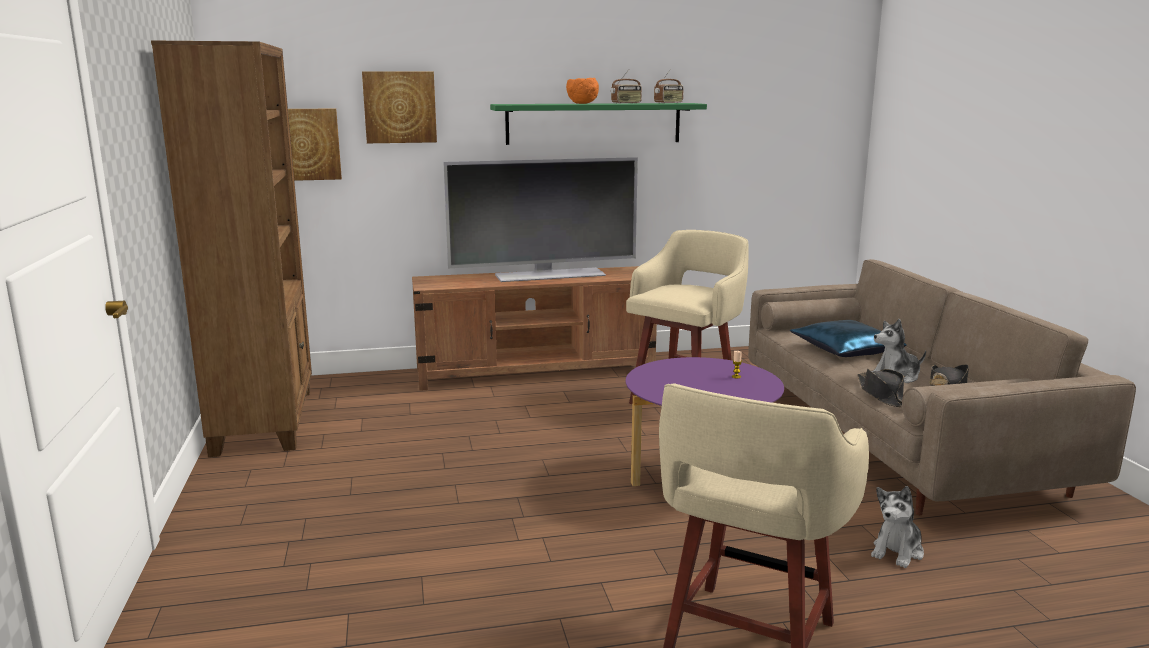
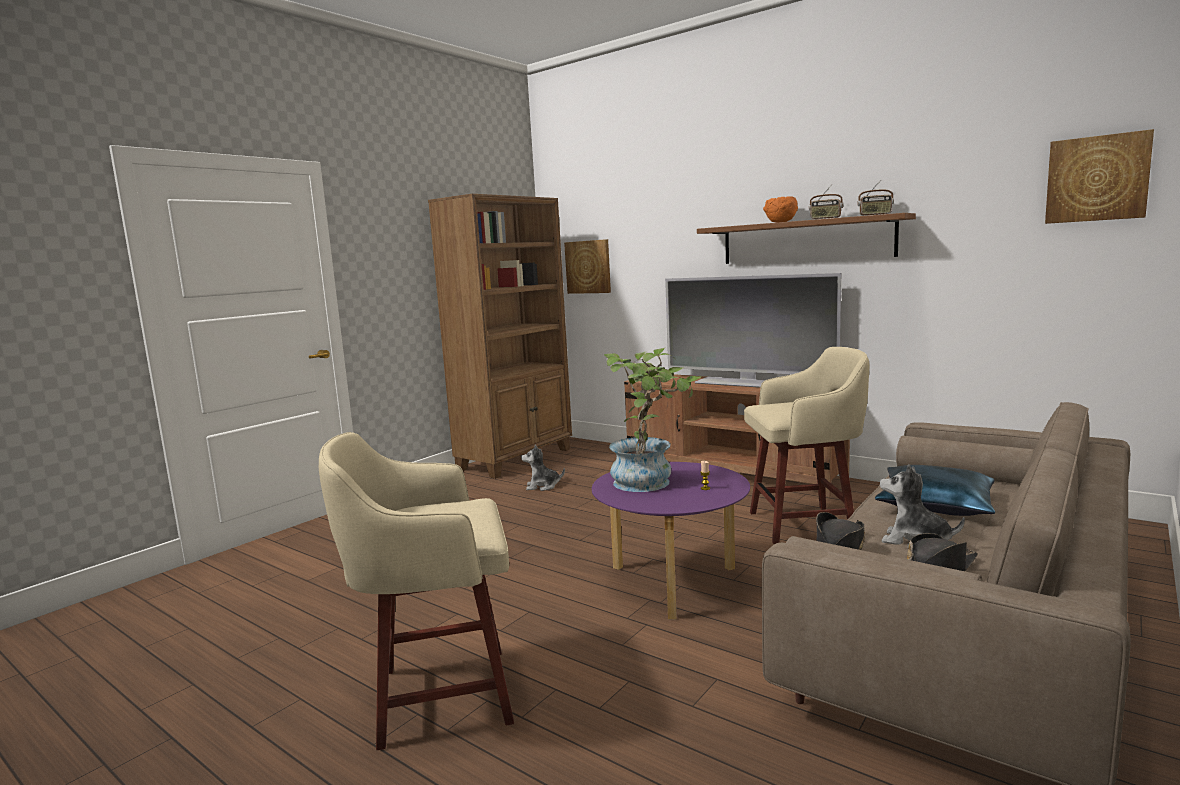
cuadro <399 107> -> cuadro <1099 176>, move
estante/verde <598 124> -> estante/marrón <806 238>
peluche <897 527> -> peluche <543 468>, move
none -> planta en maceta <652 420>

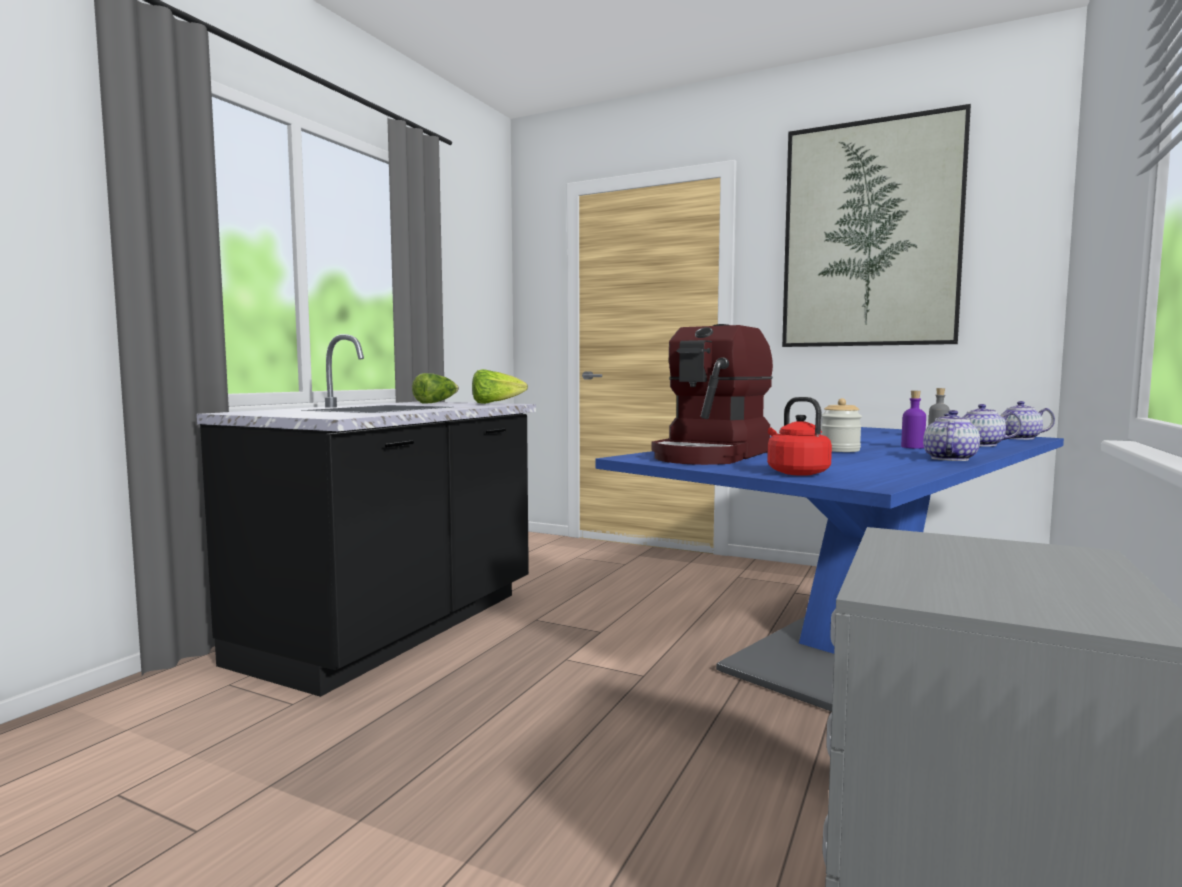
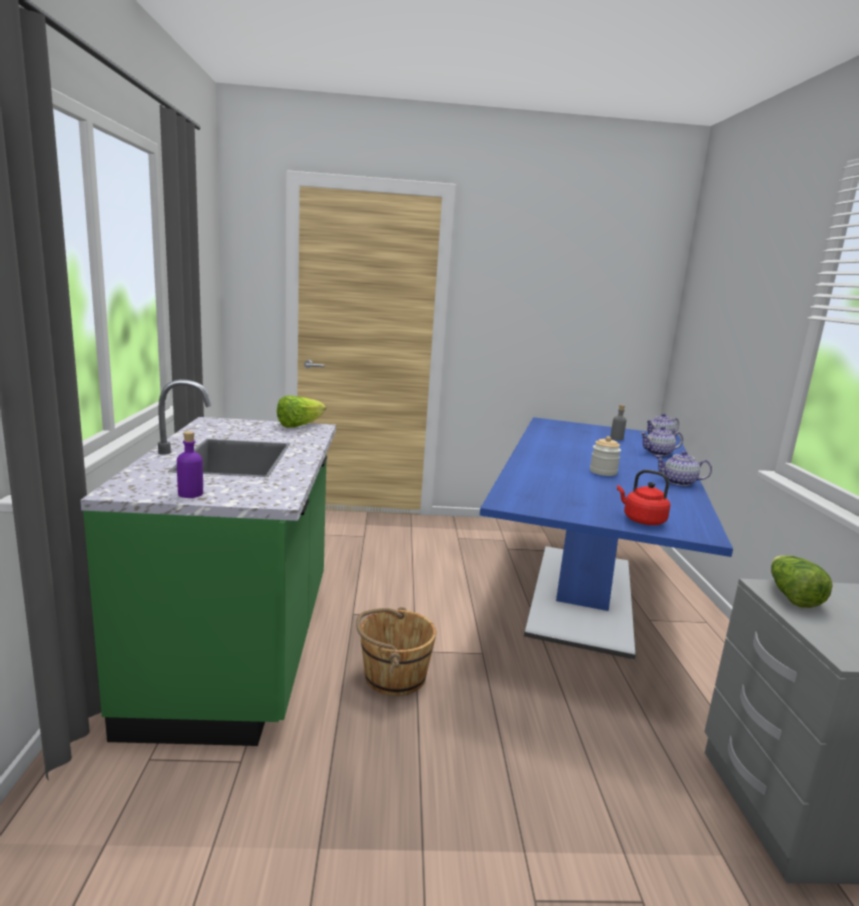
mueble bajo de cocina/negro <366 515> -> mueble bajo de cocina/verde <208 562>
lechuga <435 388> -> lechuga <802 581>, move
cafetera <712 394> -> none
cuadro <876 225> -> none
botella/morado <913 420> -> botella/morado <190 464>, move
tetera <951 435> -> tetera <683 468>, 75 degrees counterclockwise
none -> cubo/marrón <396 651>

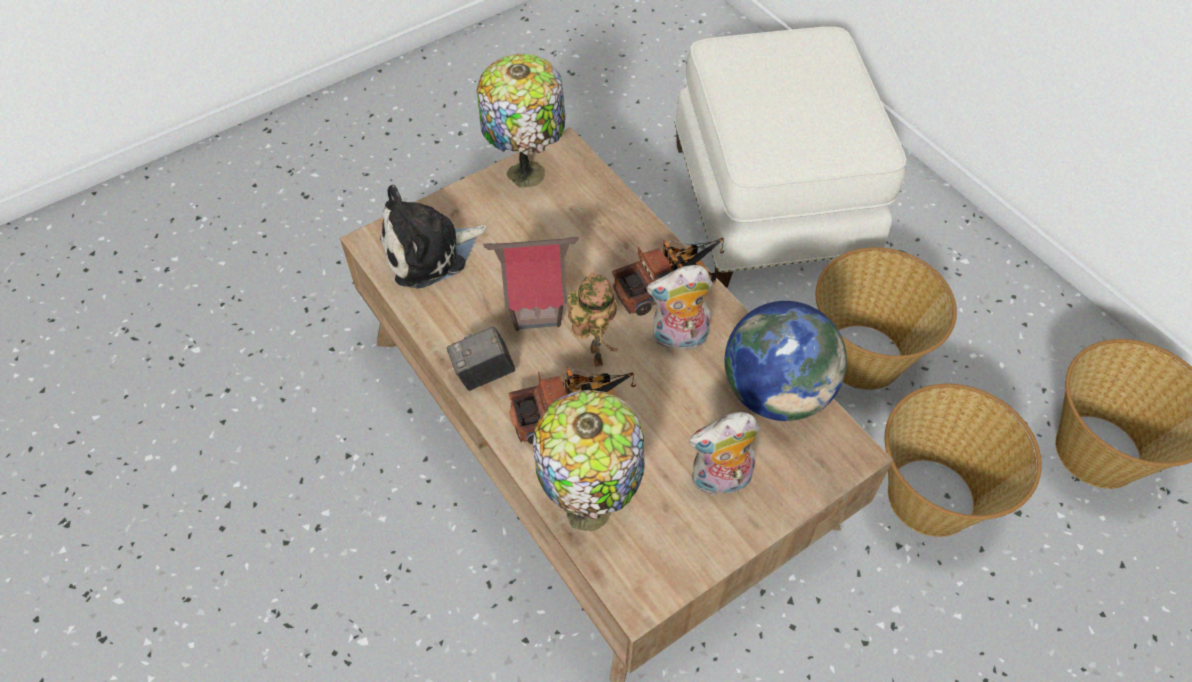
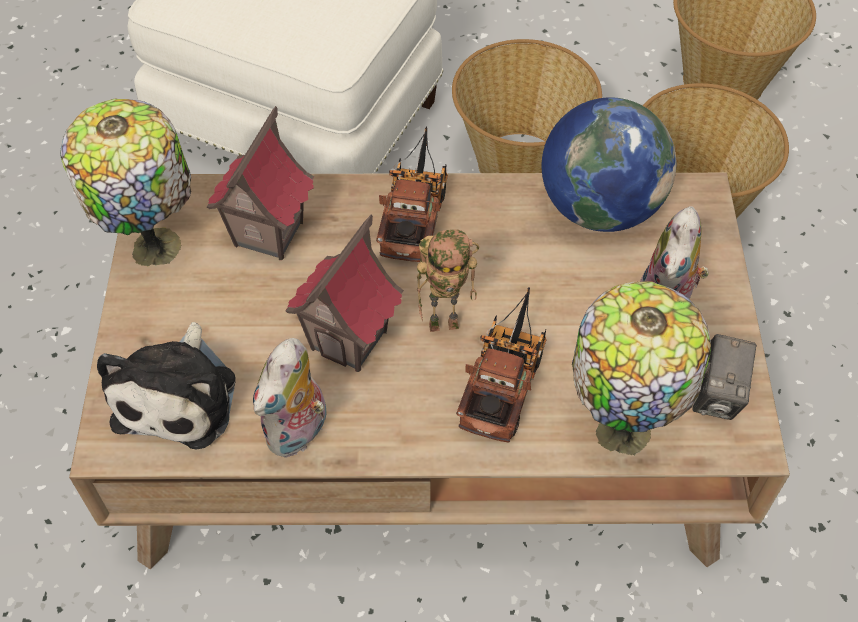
cámara <481 358> -> cámara <724 377>, move
robot de juguete <592 319> -> robot de juguete <448 280>, 150 degrees clockwise
peluche <680 307> -> peluche <292 398>, move
none -> casita <260 183>

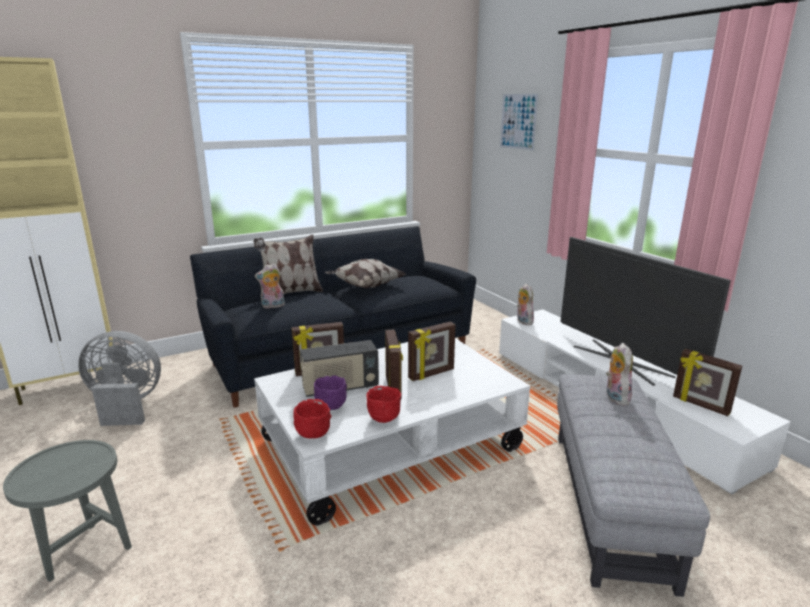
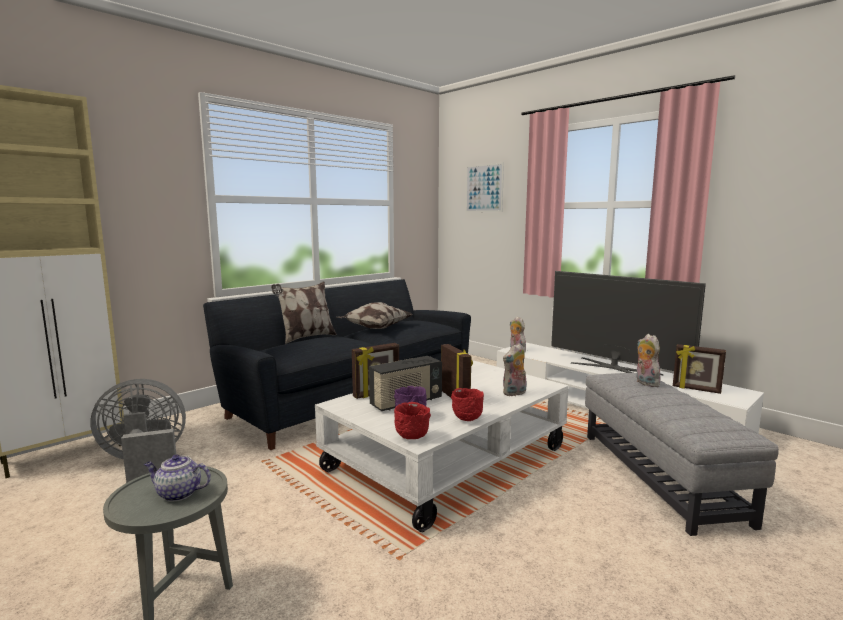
peluche <270 286> -> peluche <515 369>, move
portarretratos <431 351> -> none
none -> tetera <177 478>

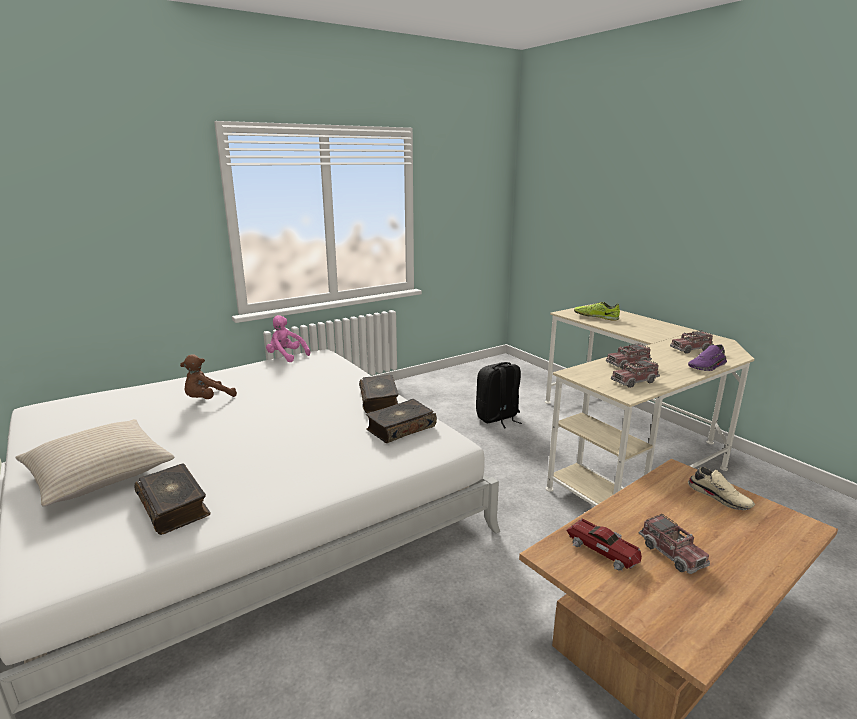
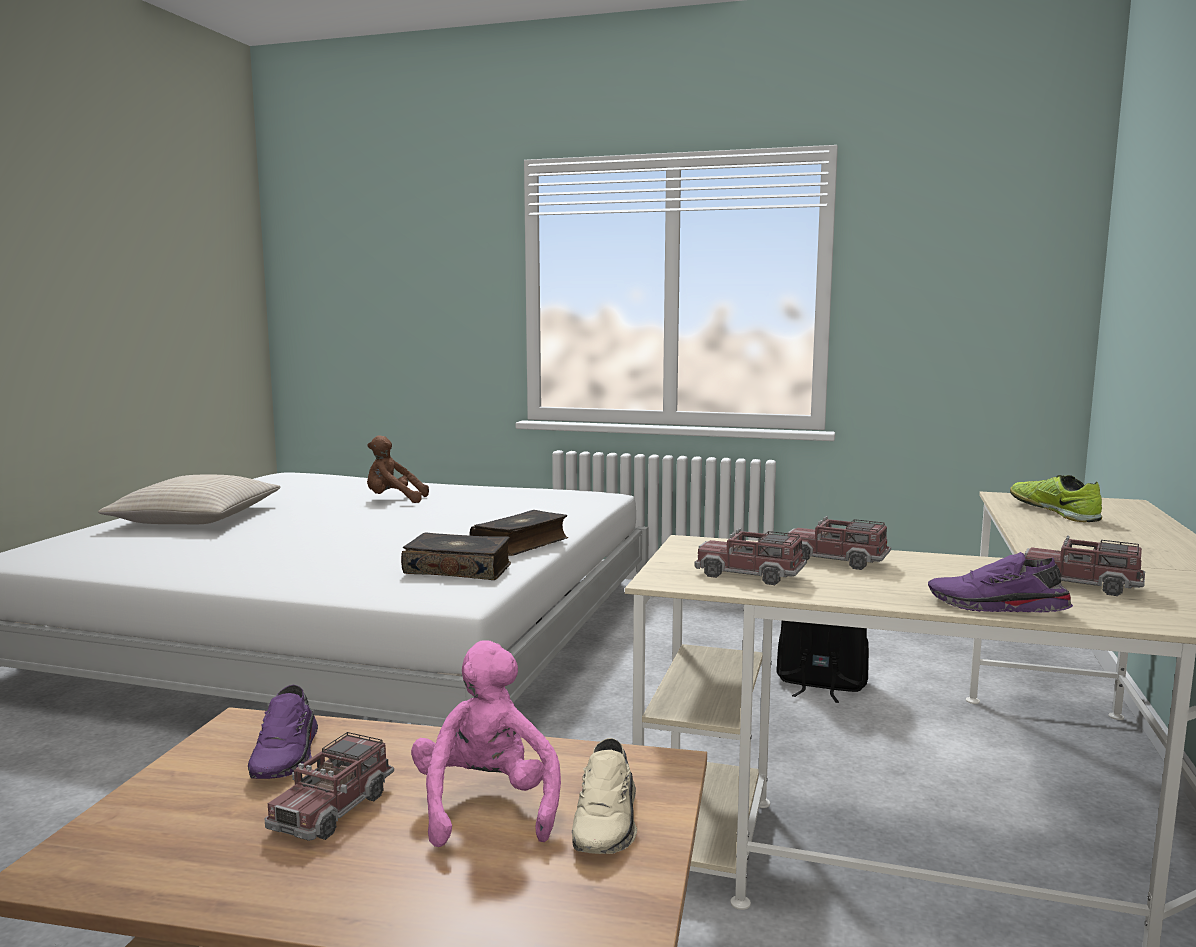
libro <172 499> -> none
peluche/rosa <288 338> -> peluche/rosa <486 743>, move
coche de juguete <604 544> -> zapato/morado <283 732>

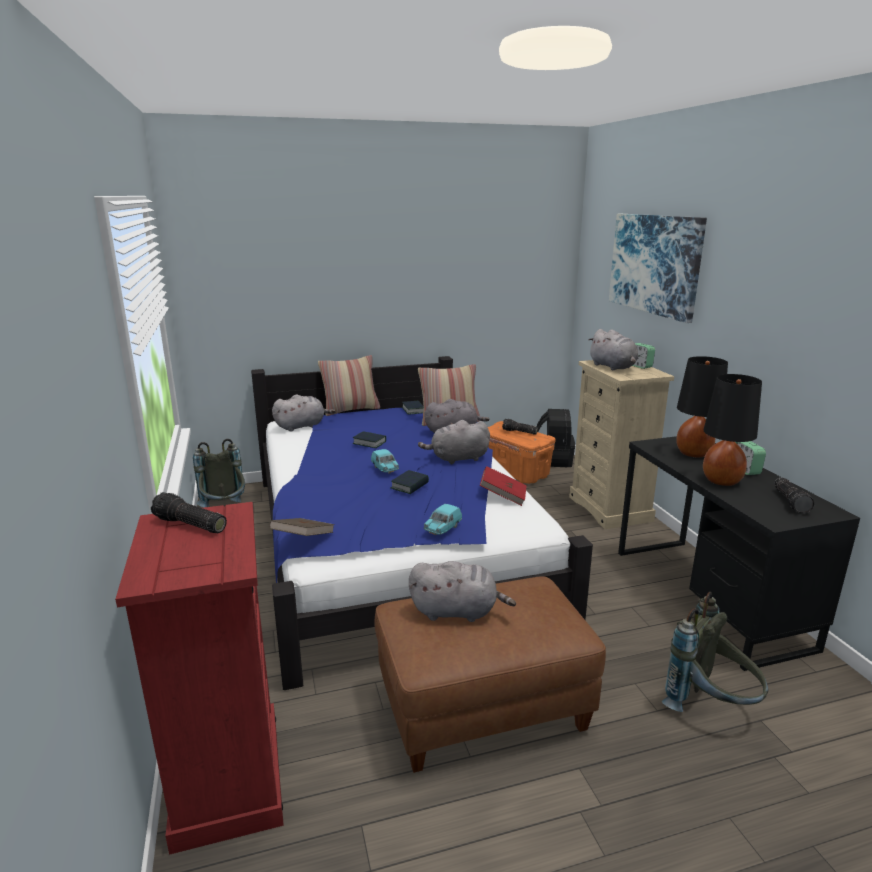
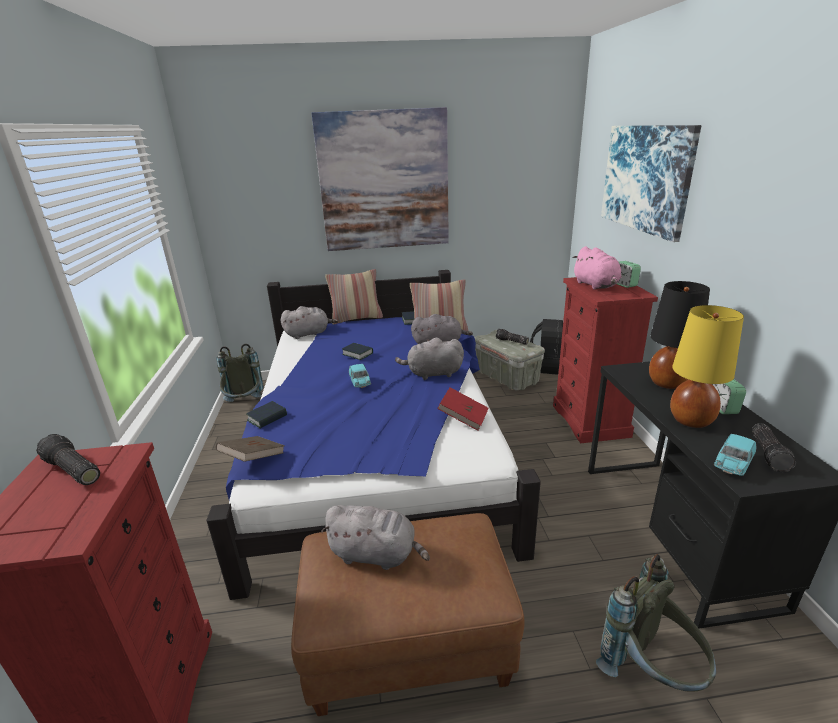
libro <410 482> -> libro <266 414>, move
coche de juguete/turquesa <442 519> -> coche de juguete/turquesa <735 455>, move
caja de almacenaje/naranja <522 452> -> caja de almacenaje/gris <510 360>
cómoda/beis <621 444> -> cómoda/rojo <605 360>
peluche/gris <613 349> -> peluche/rosa <596 267>
lámpara de mesa/negro <732 430> -> lámpara de mesa/amarillo <707 366>
none -> cuadro <380 179>

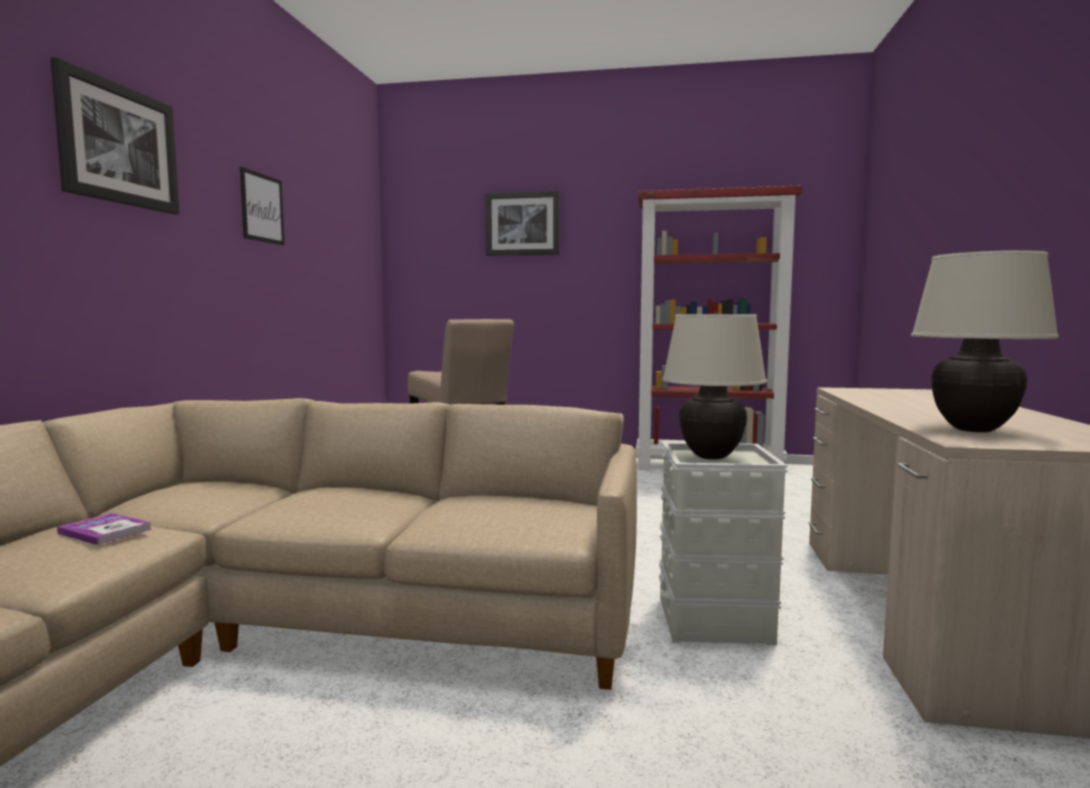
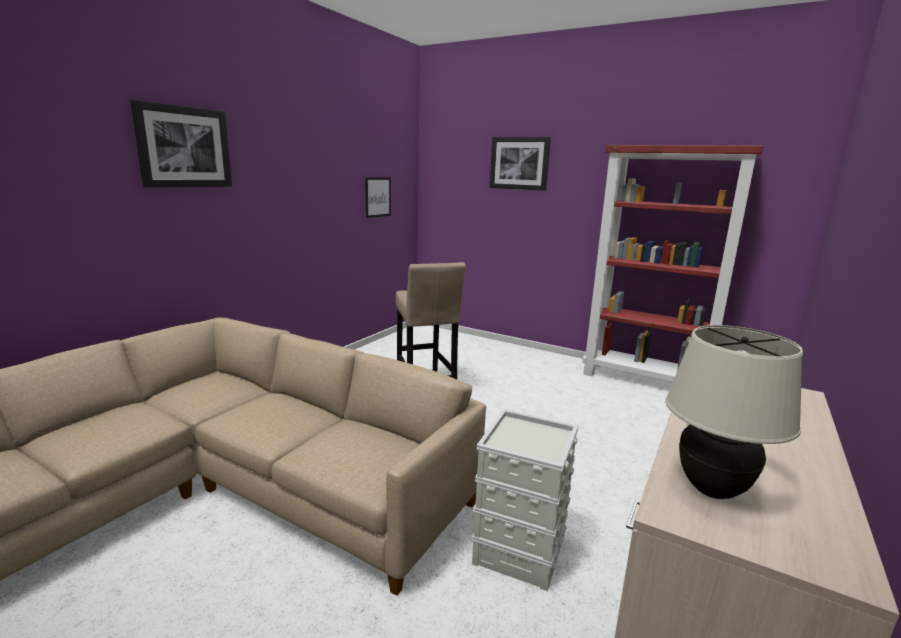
libro <104 529> -> none
cuadro <262 206> -> cuadro <378 197>, move
lámpara de mesa/beis <714 386> -> none

